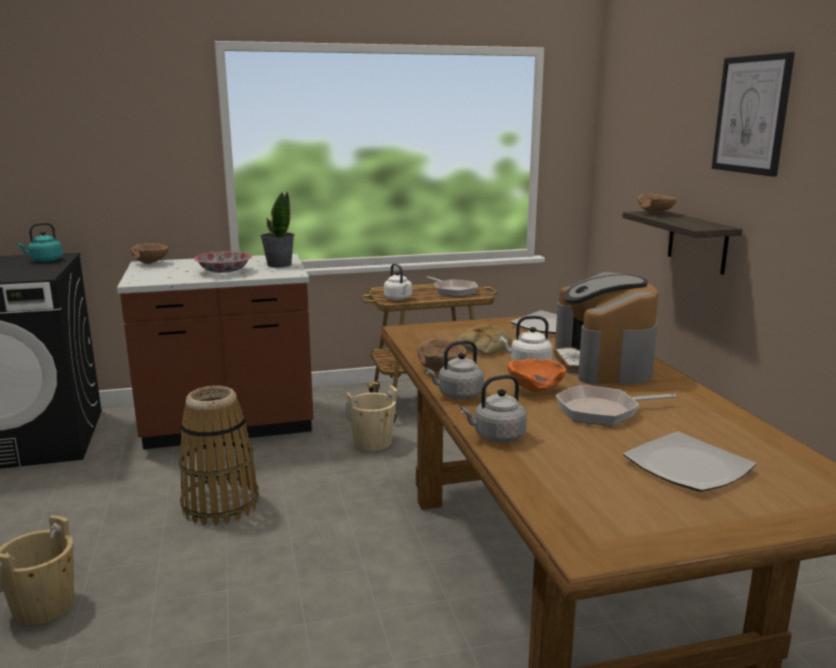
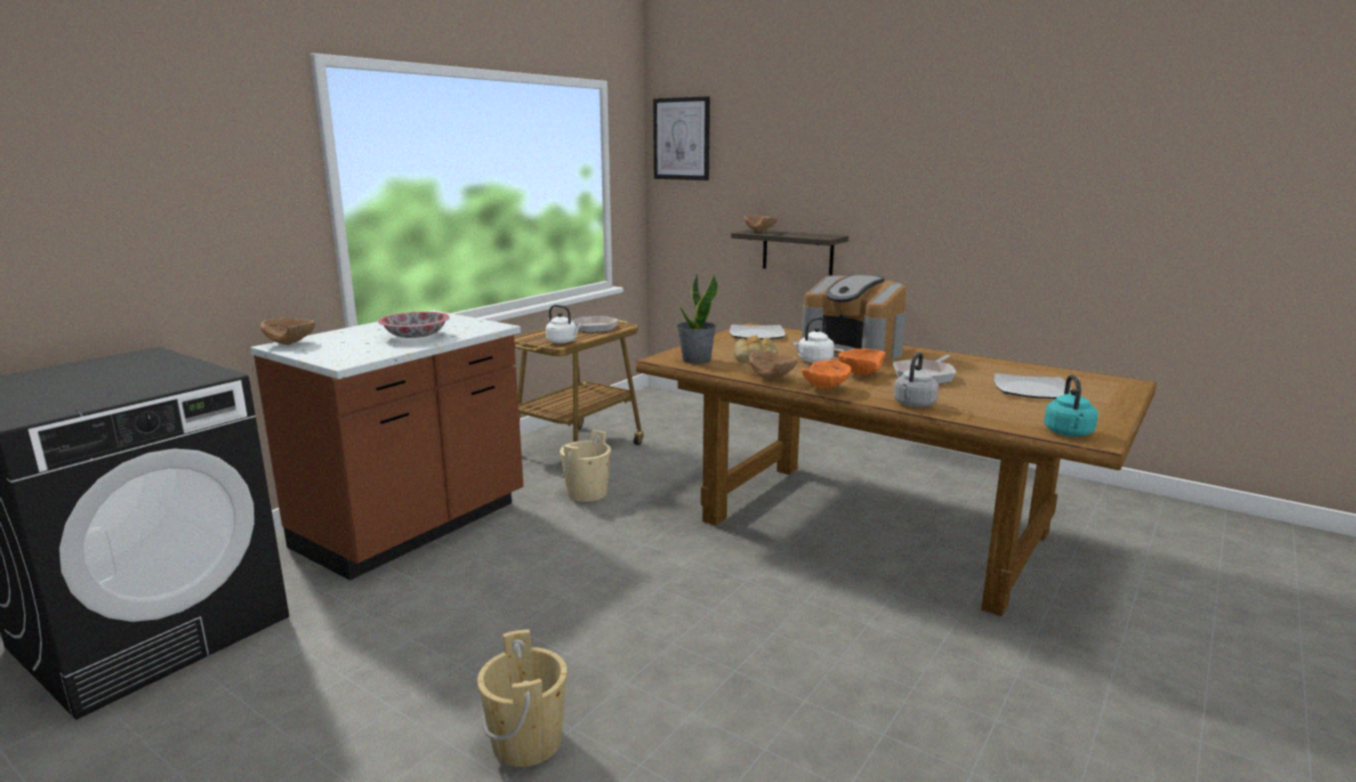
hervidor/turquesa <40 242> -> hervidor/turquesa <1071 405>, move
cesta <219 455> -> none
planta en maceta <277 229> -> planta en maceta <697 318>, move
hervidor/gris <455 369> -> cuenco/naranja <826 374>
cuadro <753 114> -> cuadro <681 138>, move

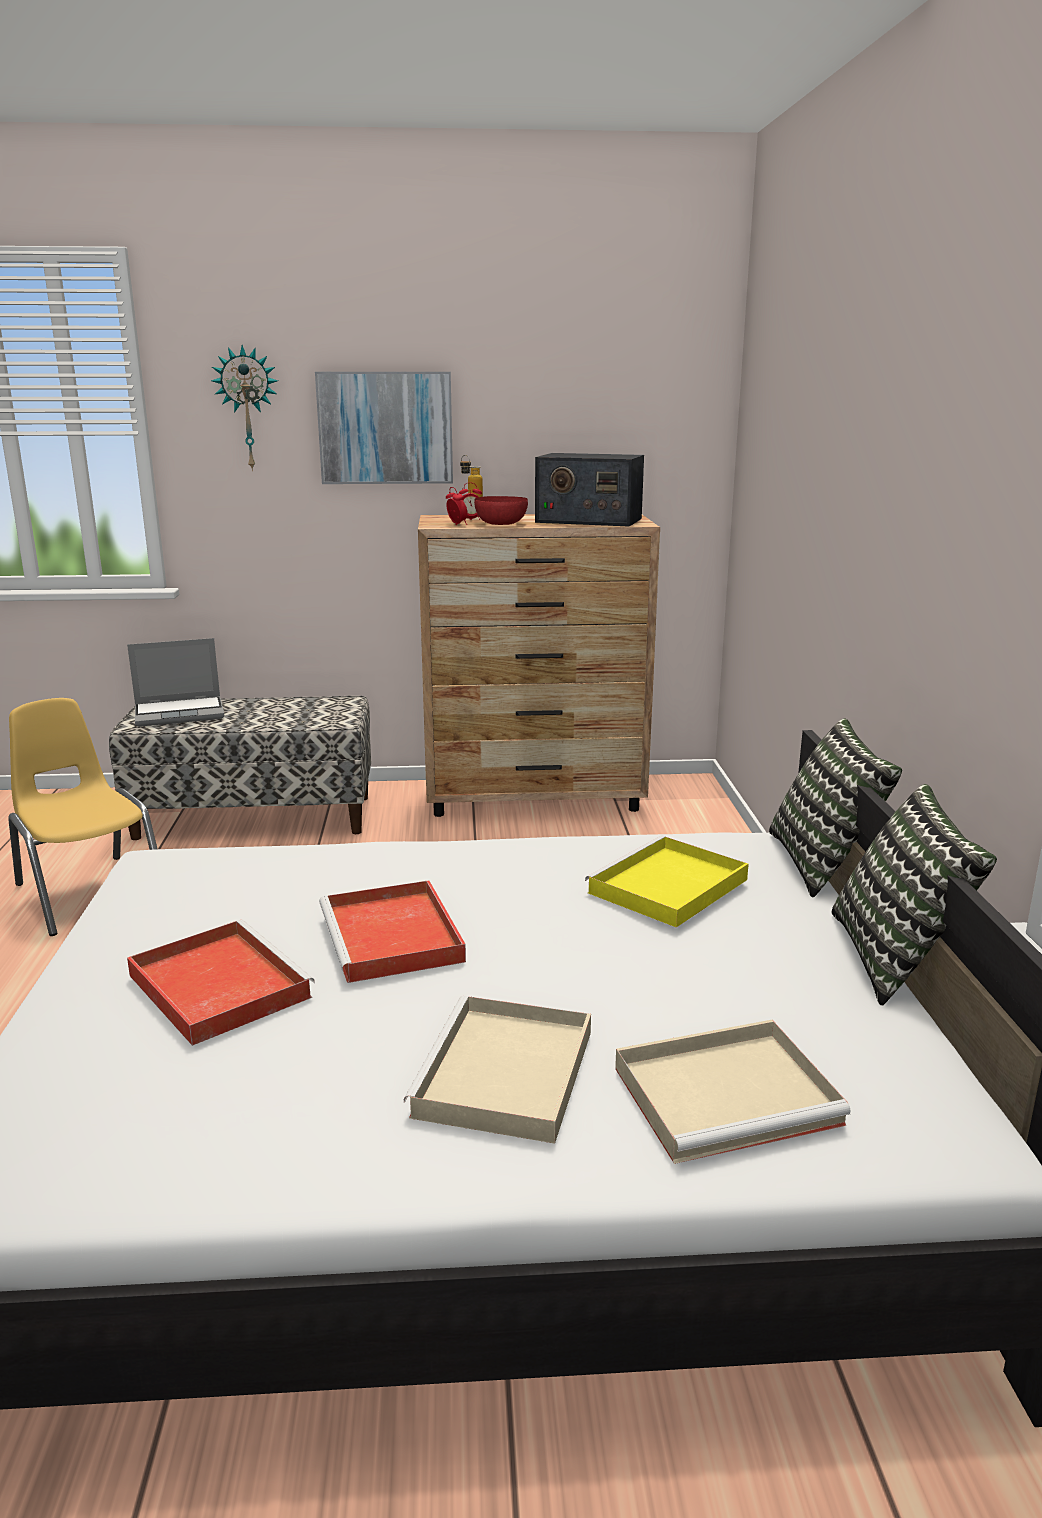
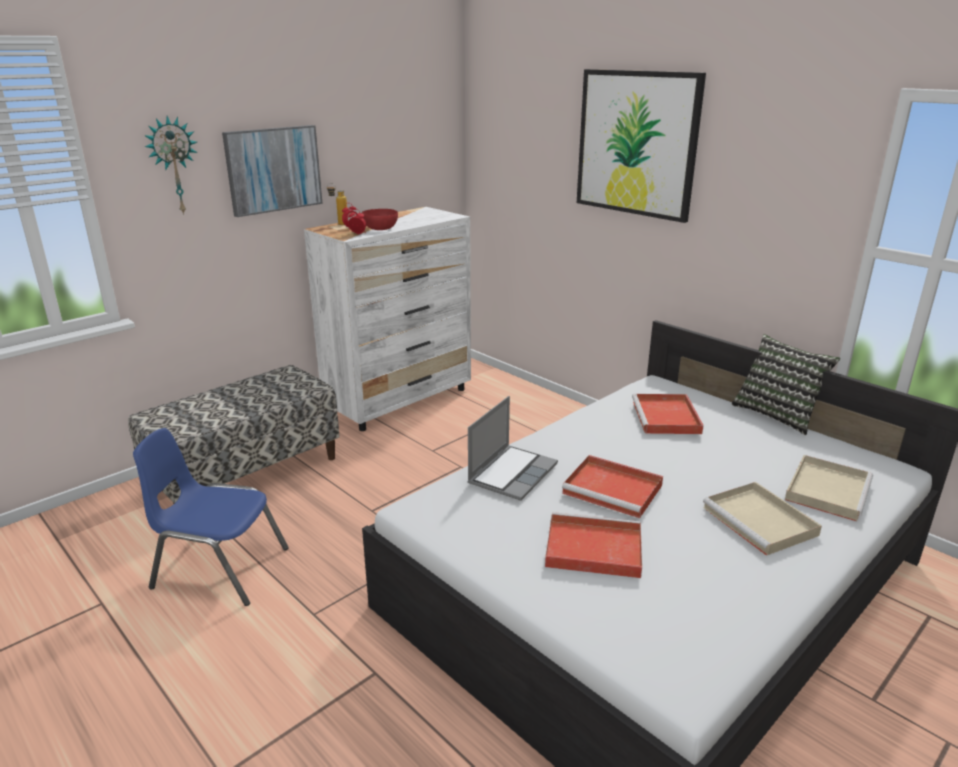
silla/amarillo <83 817> -> silla/azul <211 517>
portátil <175 682> -> portátil <513 448>, move
cómoda/marrón <539 665> -> cómoda/blanco <387 319>
radio <589 490> -> none
bandeja/amarillo <667 881> -> bandeja/rojo <668 414>
cojín <835 808> -> none
none -> cuadro <641 146>

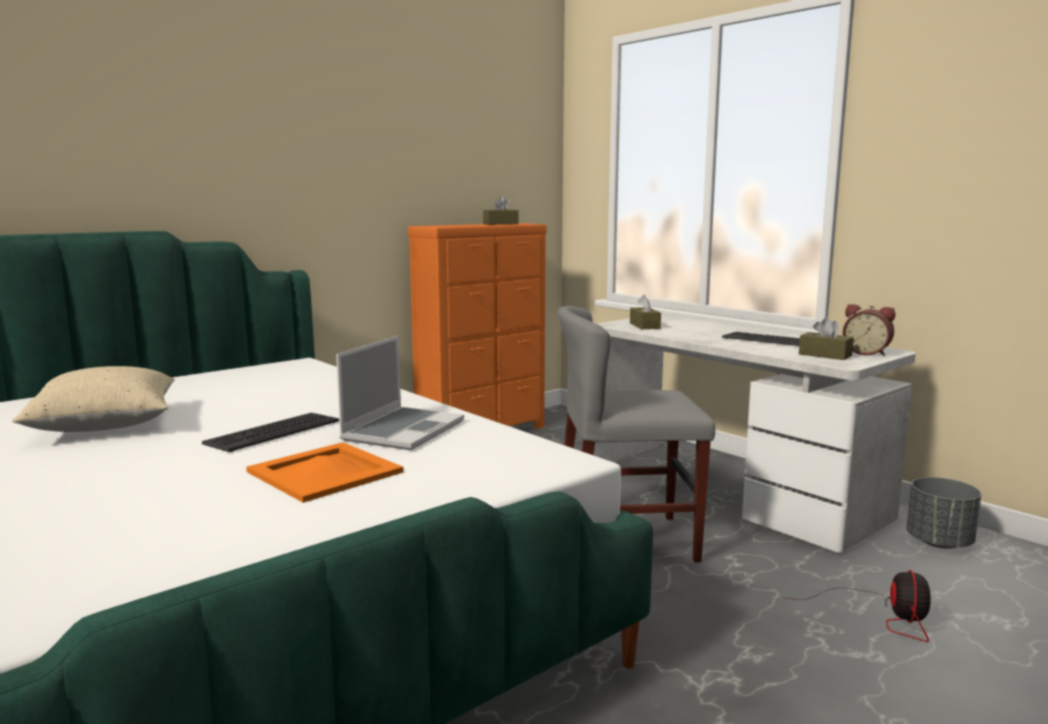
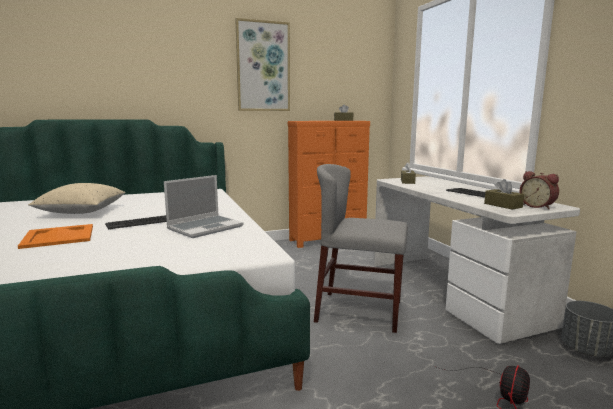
bandeja/naranja <325 472> -> bandeja/naranja <55 236>, move
none -> cuadro <262 64>

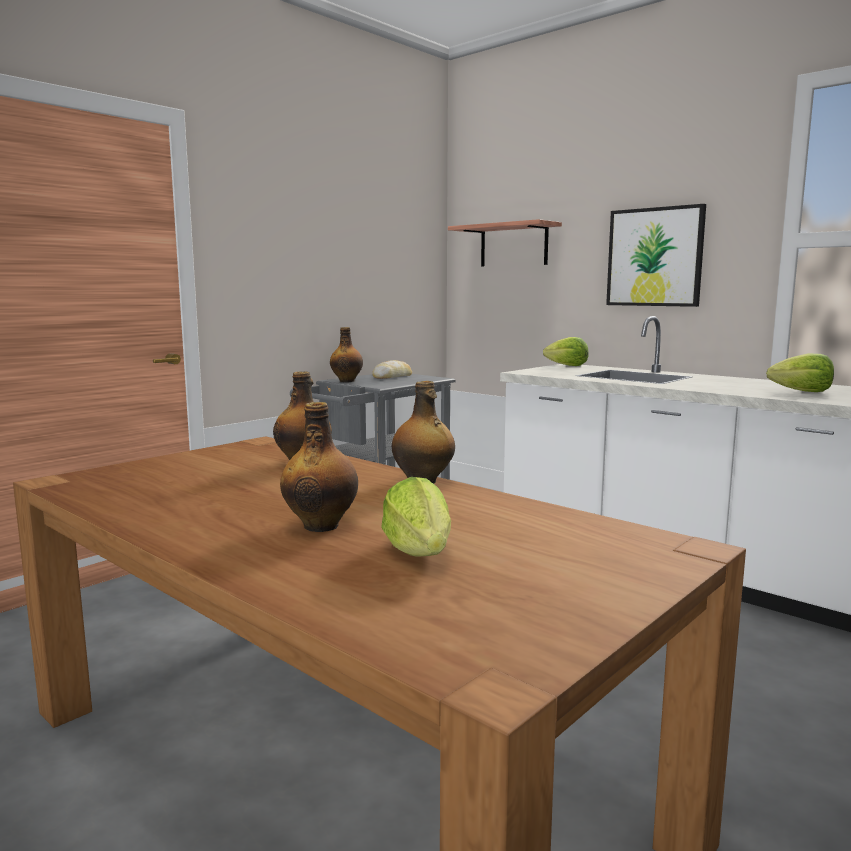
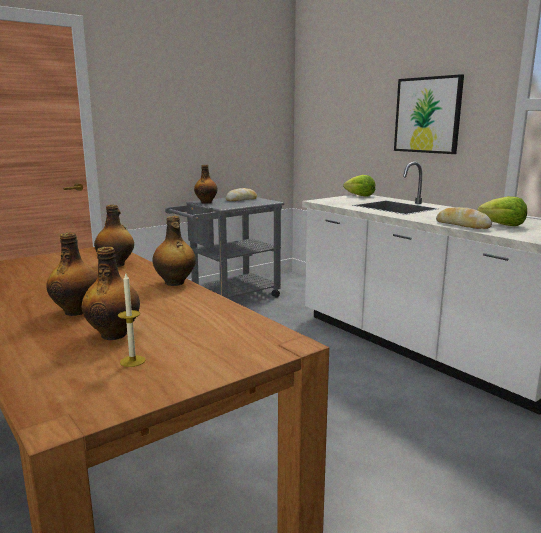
lechuga <416 517> -> botella <110 293>
estante <505 242> -> none
none -> vela <132 319>
none -> pan <464 218>

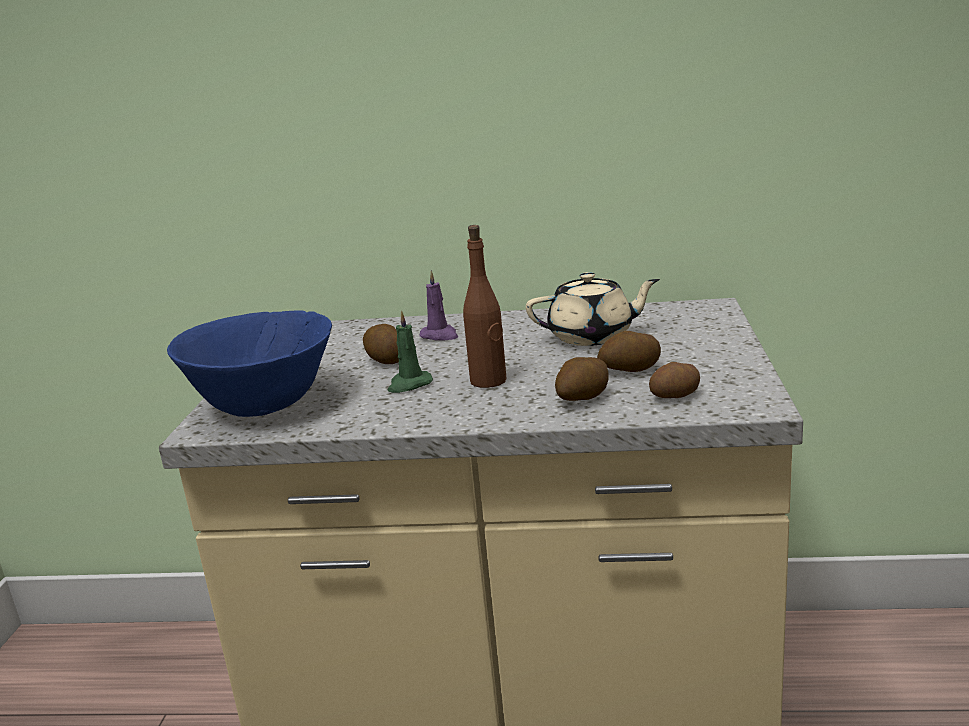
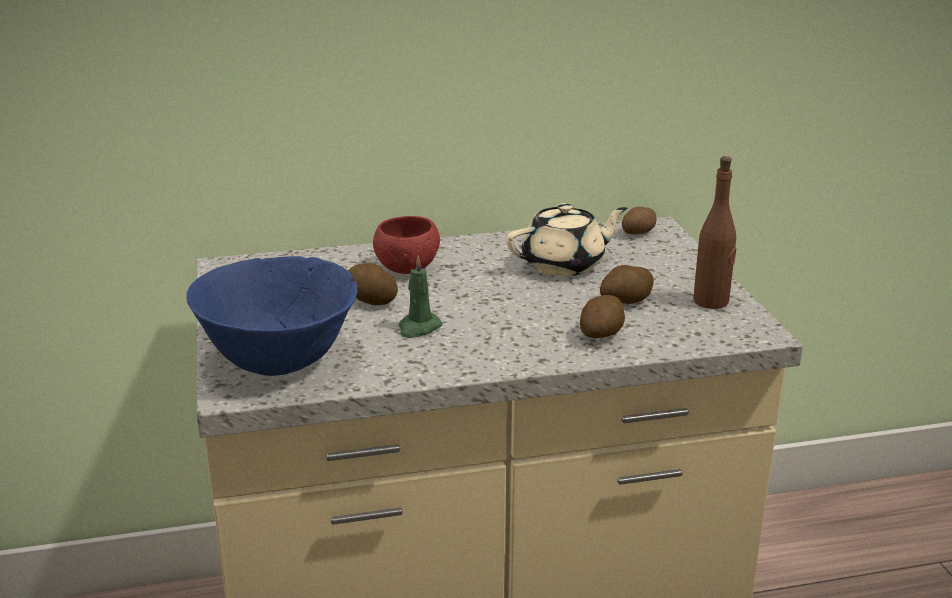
vela/morado <438 305> -> cuenco/rojo <406 245>
botella/marrón <485 306> -> botella/marrón <714 232>, move
patata <674 380> -> patata <639 220>, move

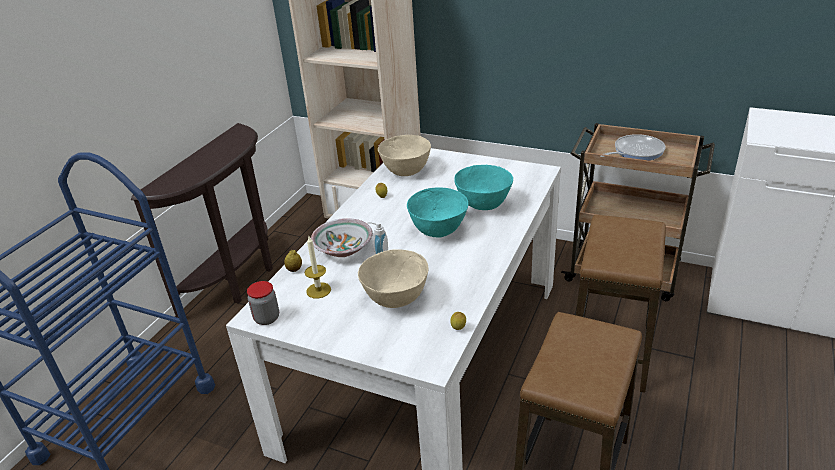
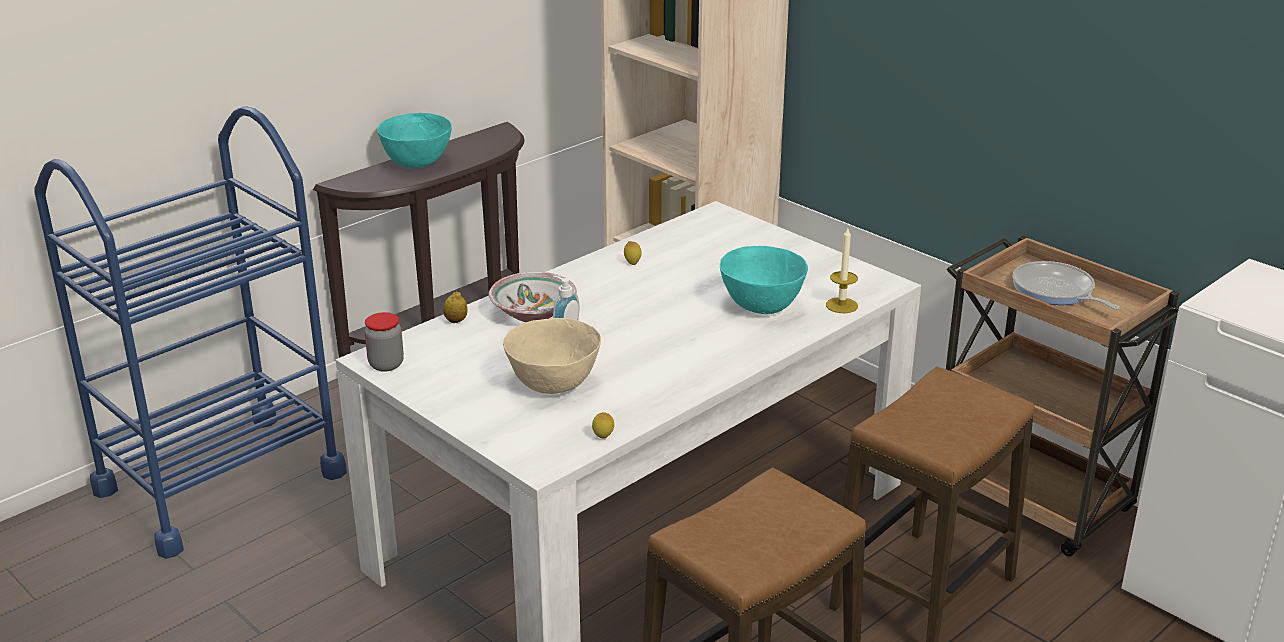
vela <318 267> -> vela <842 270>, move
cuenco/beis <404 155> -> none
cuenco/turquesa <437 212> -> cuenco/turquesa <414 140>, move
sartén <633 147> -> sartén <1066 285>, 120 degrees counterclockwise

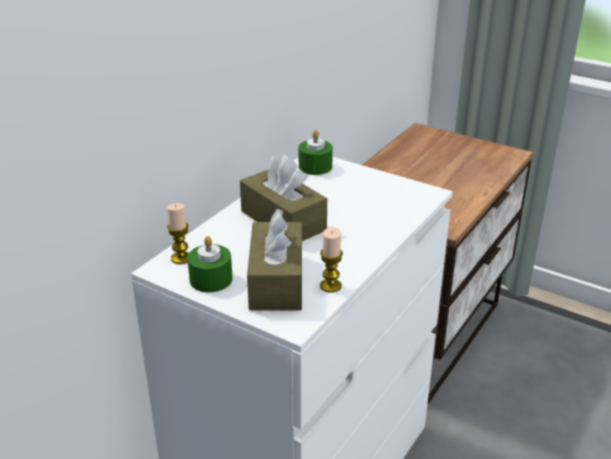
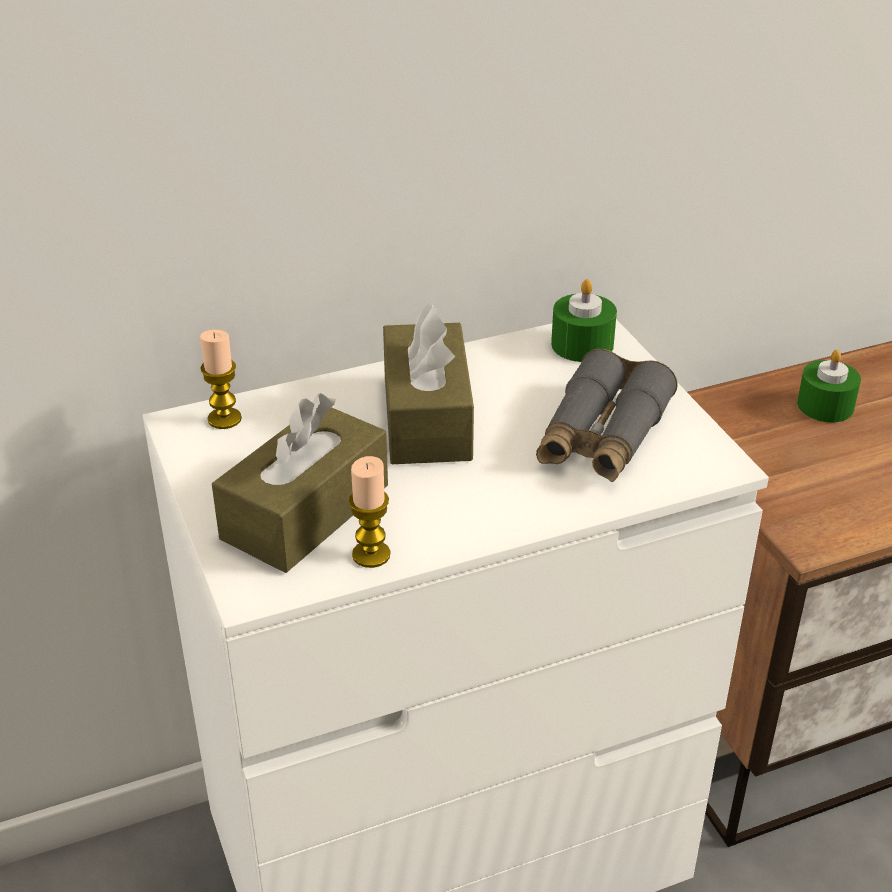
vela/verde <210 264> -> vela/verde <829 386>, move
none -> prismáticos/gris <607 415>

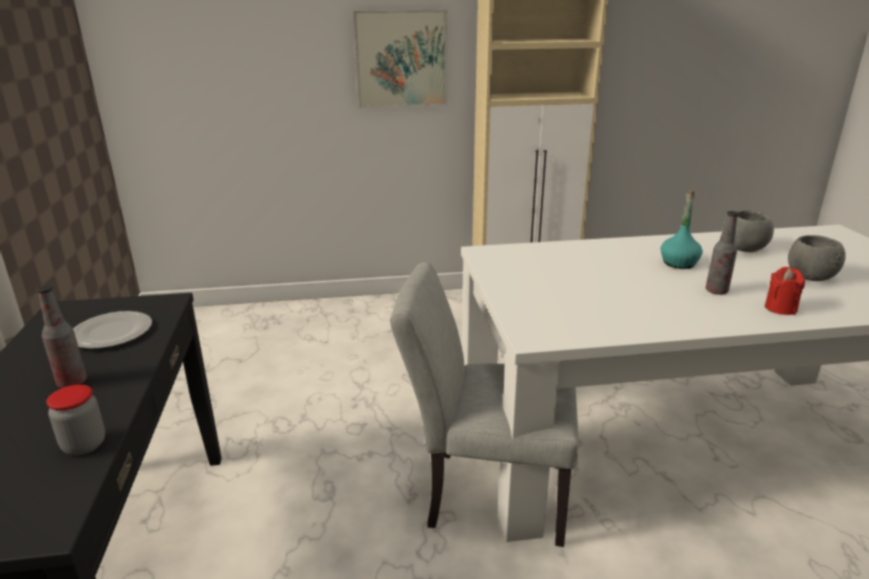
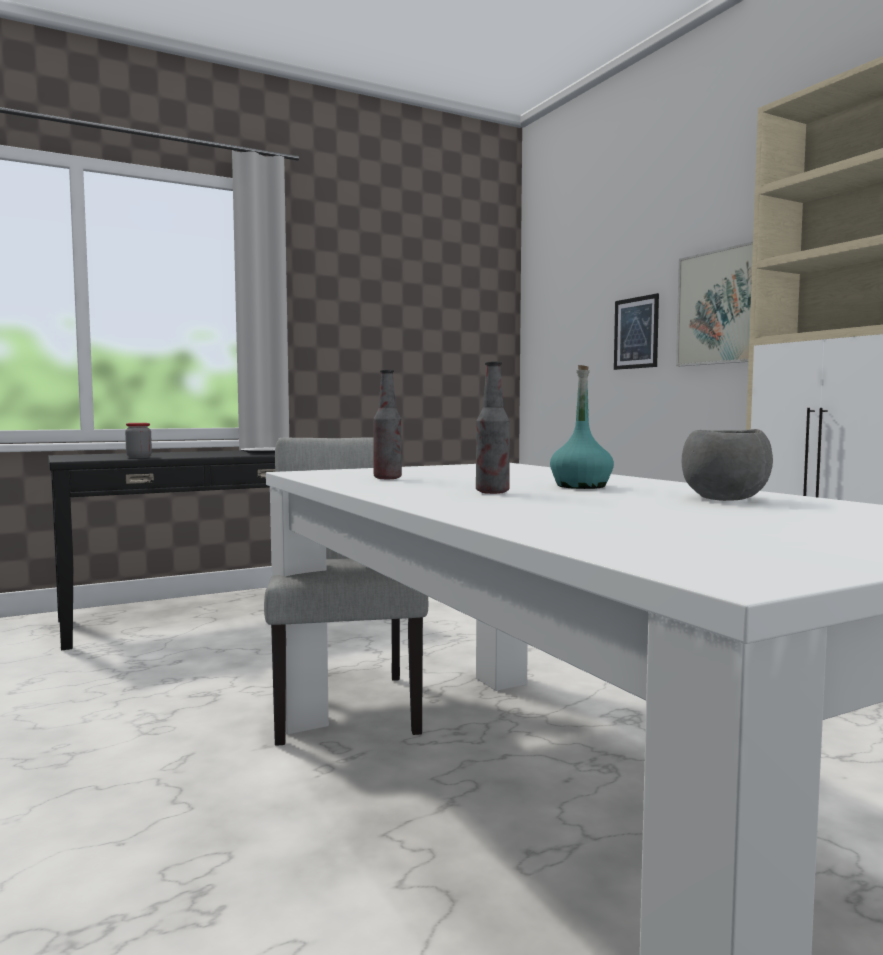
botella <61 336> -> botella <388 424>, move
vela/rojo <785 291> -> none
cuenco/gris <817 258> -> none
none -> cuadro <636 331>

